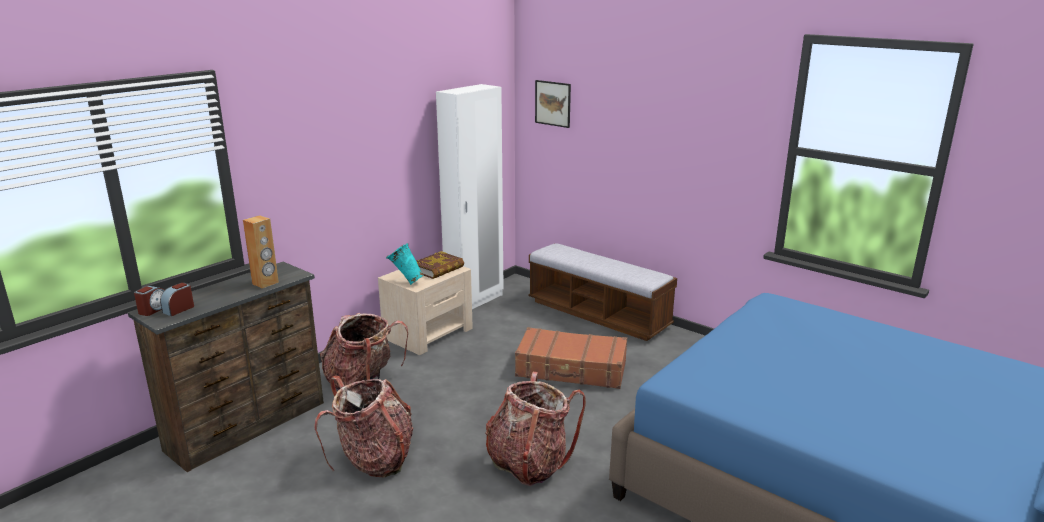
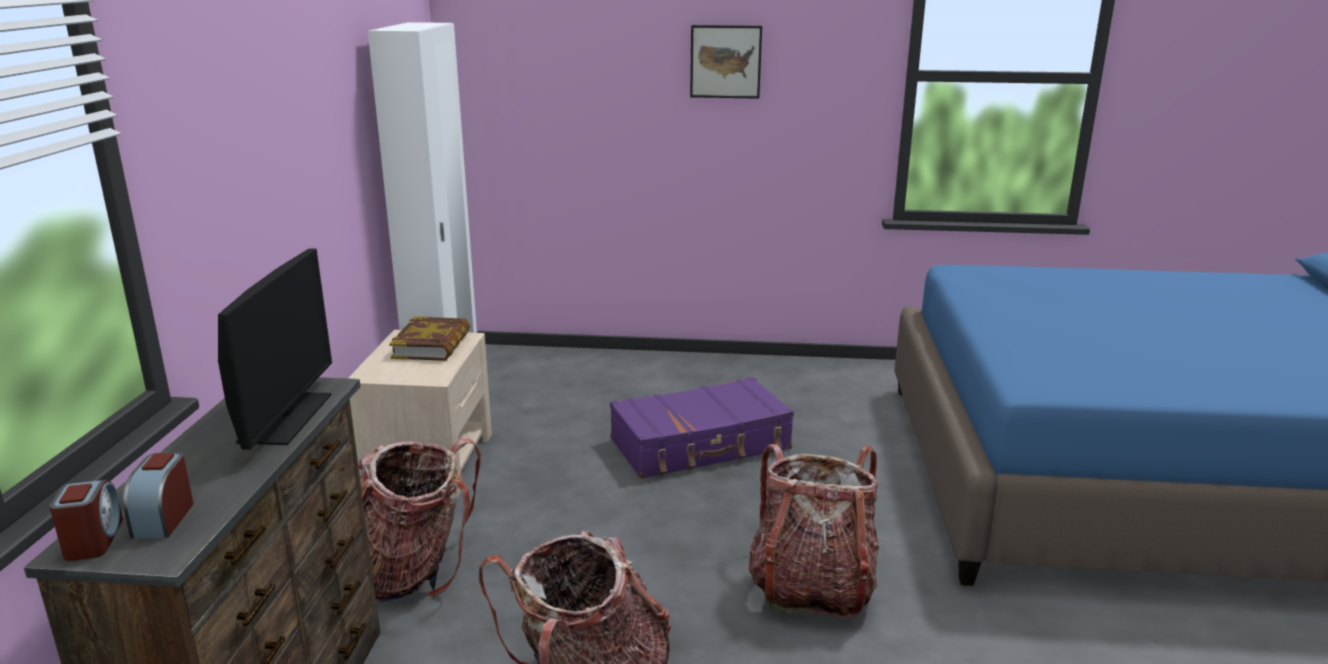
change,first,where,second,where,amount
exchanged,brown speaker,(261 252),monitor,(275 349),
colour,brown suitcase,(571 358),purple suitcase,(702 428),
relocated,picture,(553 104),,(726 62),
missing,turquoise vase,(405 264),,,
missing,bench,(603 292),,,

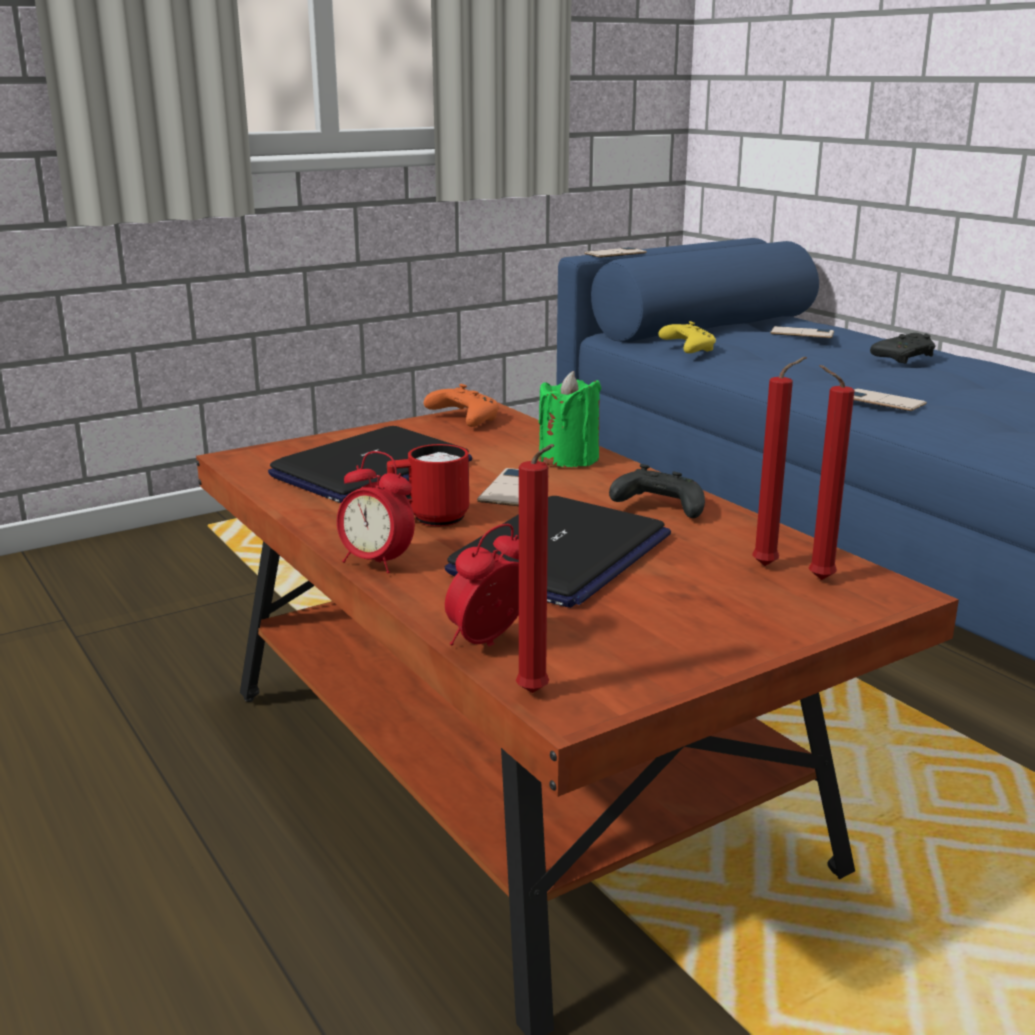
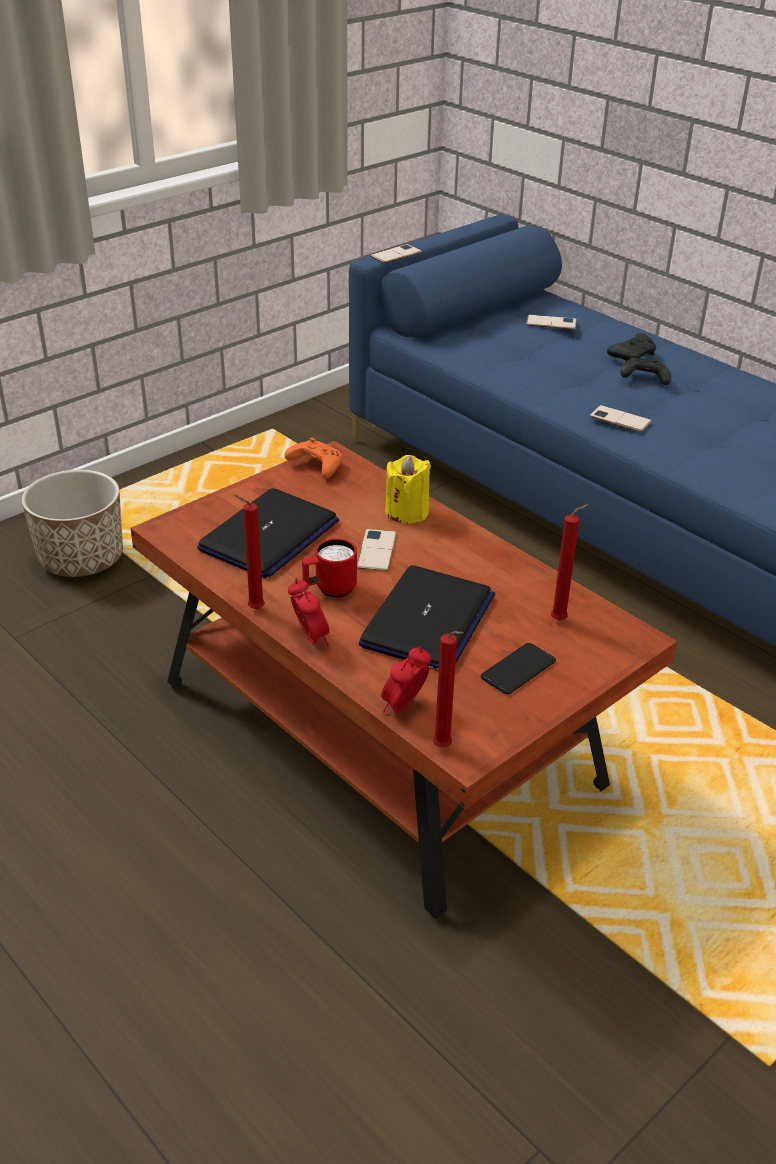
change,first,where,second,where,amount
appeared,,,planter,(72 523),
relocated,red candle,(832 472),,(249 552),
spun,alarm clock,(376 512),,(309 612),135 degrees counterclockwise
colour,green candle,(570 419),yellow candle,(408 489),
appeared,,,phone,(518 668),
relocated,black game controller,(657 491),,(646 370),
missing,yellow game controller,(687 337),,,

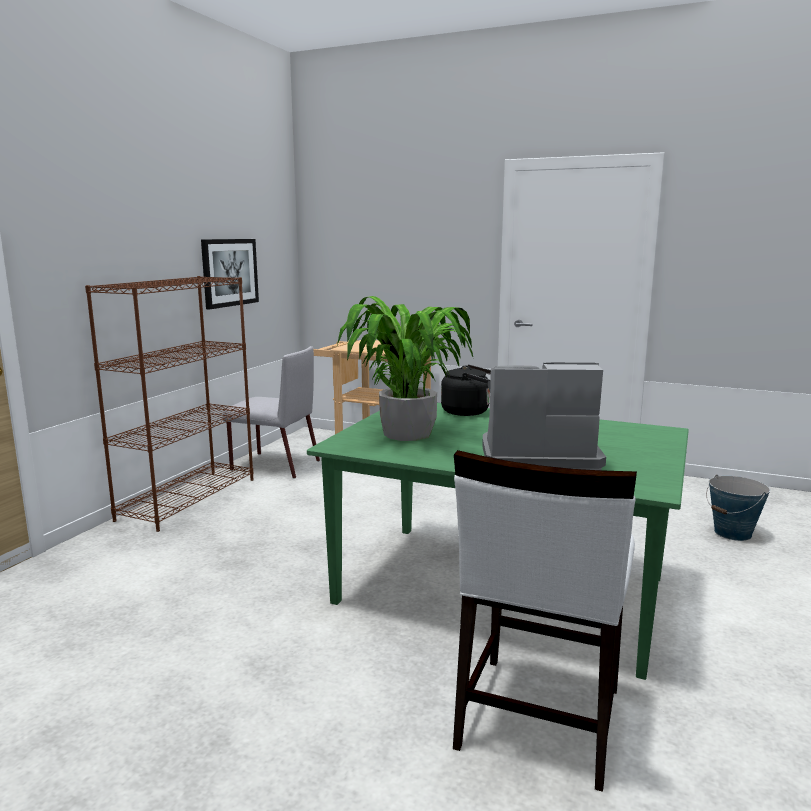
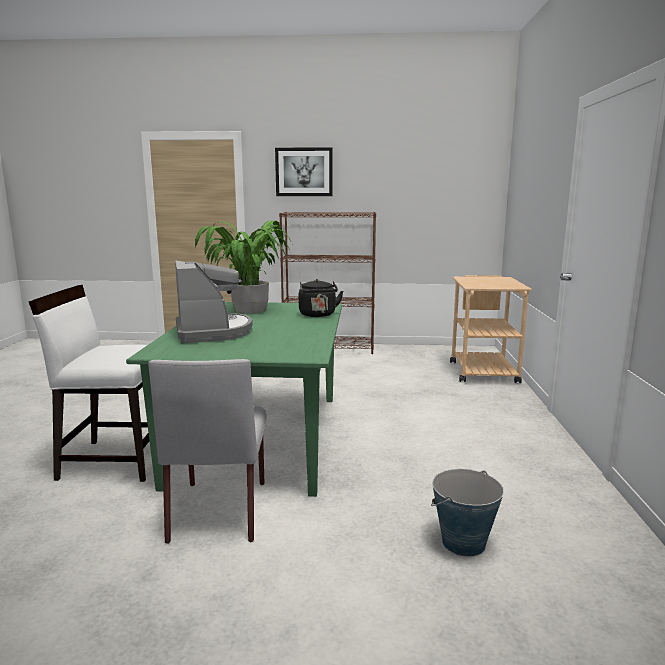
change,first,where,second,where,amount
relocated,grey chair,(271 412),,(207 451),
relocated,picture,(230 274),,(304 171),

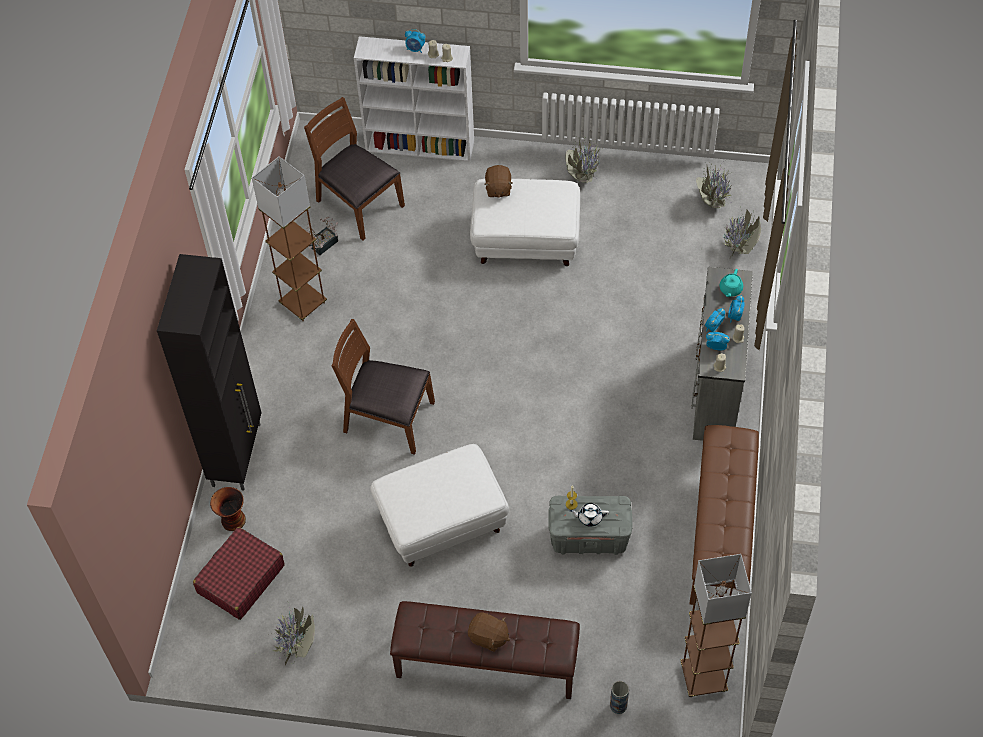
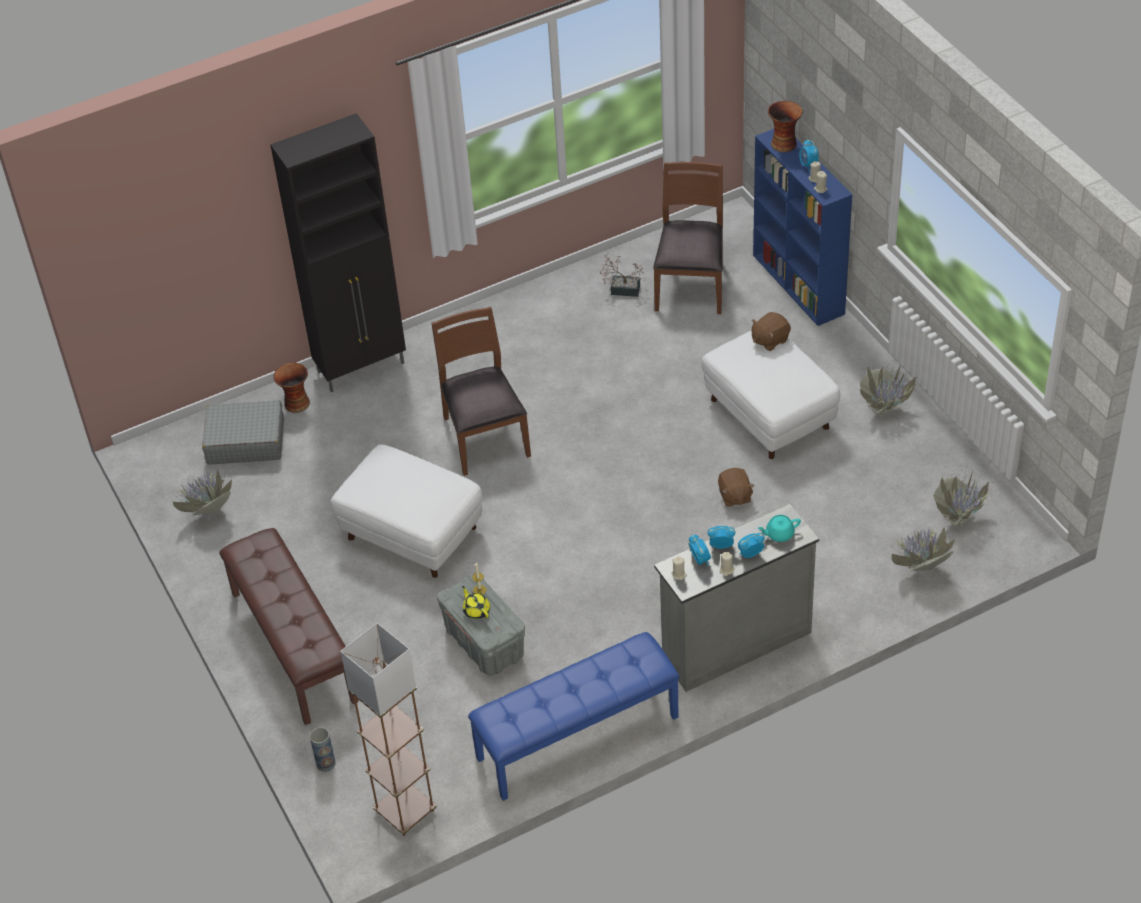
change,first,where,second,where,amount
colour,red suitcase,(238 573),grey suitcase,(243 432),
colour,white teapot,(589 515),yellow teapot,(476 602),
colour,brown bench,(724 515),blue bench,(574 716),
relocated,brown plush toy,(489 632),,(736 487),
colour,white bookcase,(414 99),blue bookcase,(802 227),
appeared,,,vase,(785 126),
missing,brown floor lamp,(289 238),,,

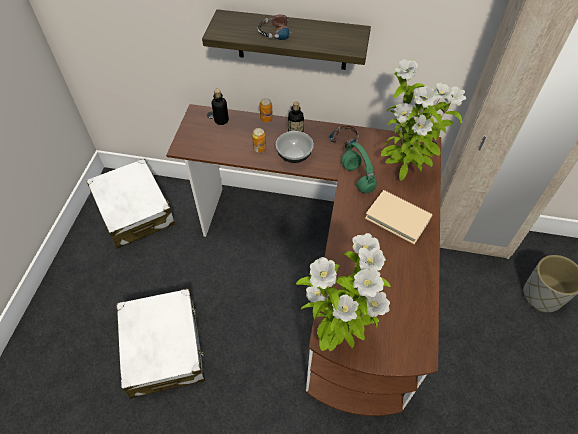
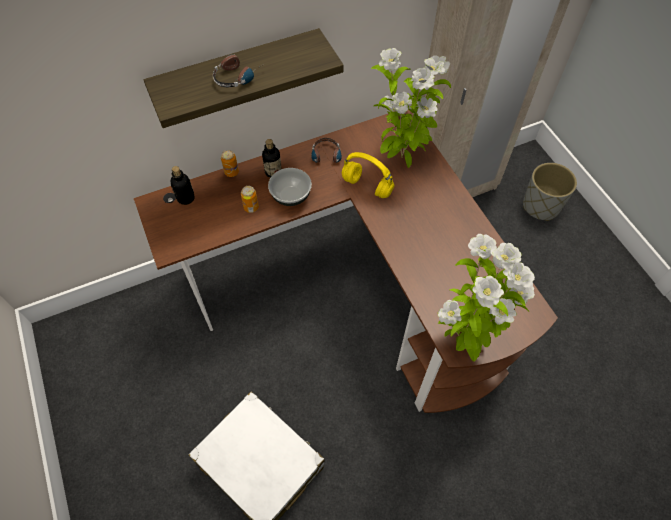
change,first,where,second,where,amount
colour,green headphones,(359 167),yellow headphones,(368 175),
missing,white suitcase,(130 204),,,
missing,beige book,(399 217),,,

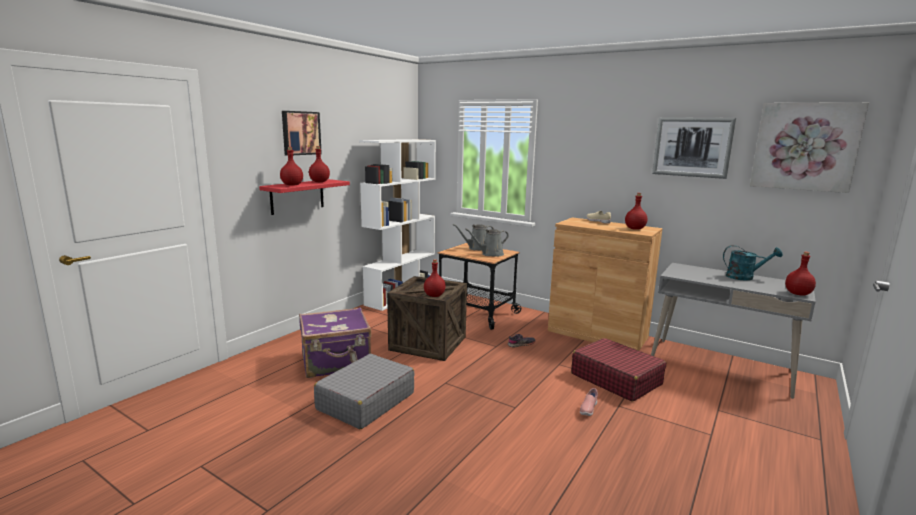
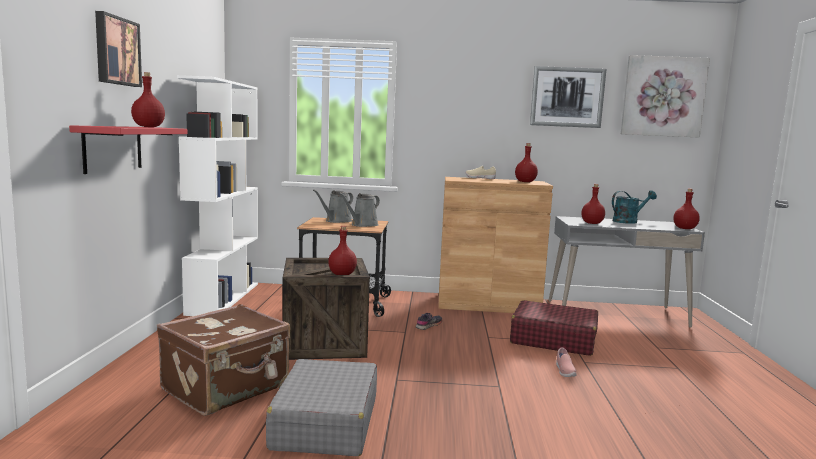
change,first,where,second,where,amount
colour,purple suitcase,(335 342),brown suitcase,(223 360),
relocated,red bottle,(291 166),,(593 204),

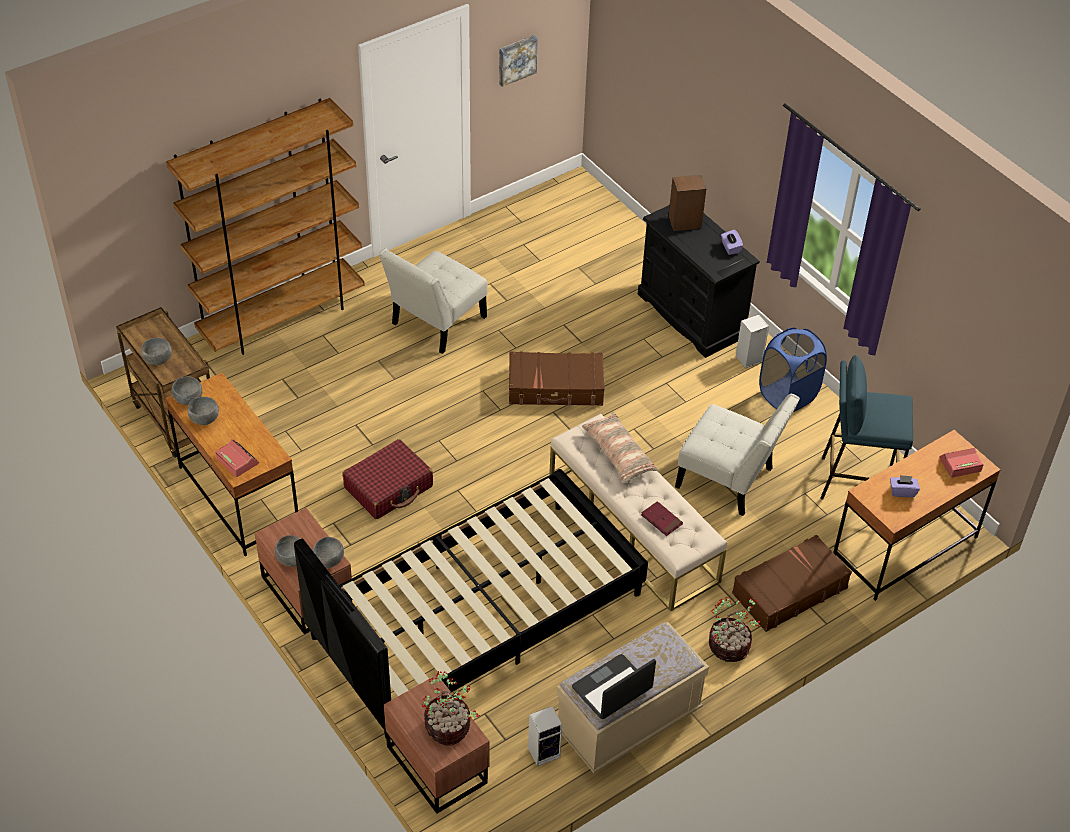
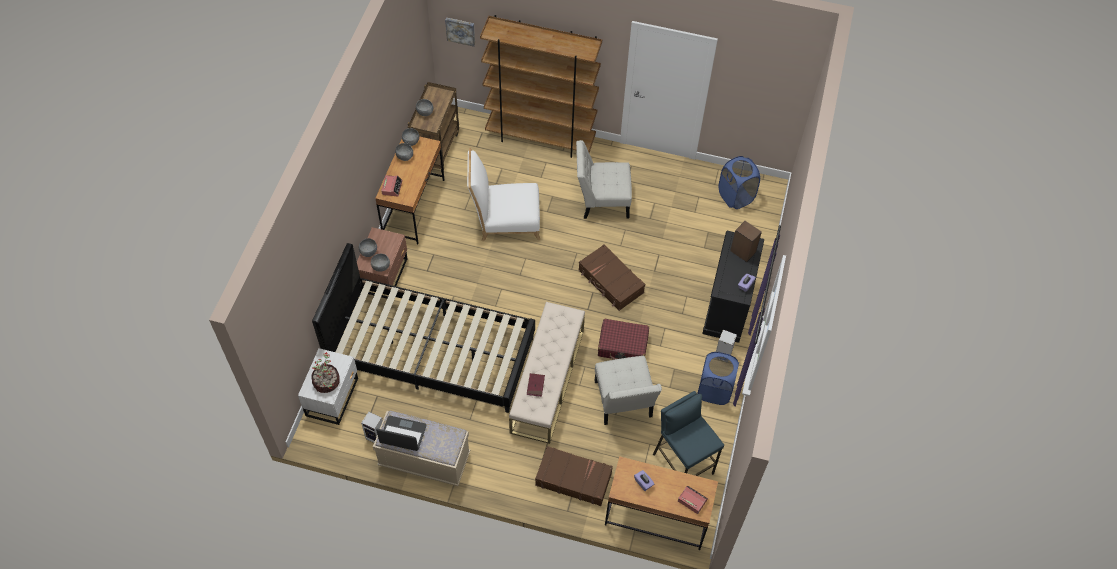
change,first,where,second,where,amount
colour,brown nightstand,(437 744),white nightstand,(328 386),
relocated,picture,(518 61),,(460 32),
appeared,,,white chair,(503 194),
relocated,red suitcase,(387 479),,(623 339),
appeared,,,blue laundry basket,(739 182),
missing,pillow,(620 447),,,
missing,potted plant,(734 629),,,

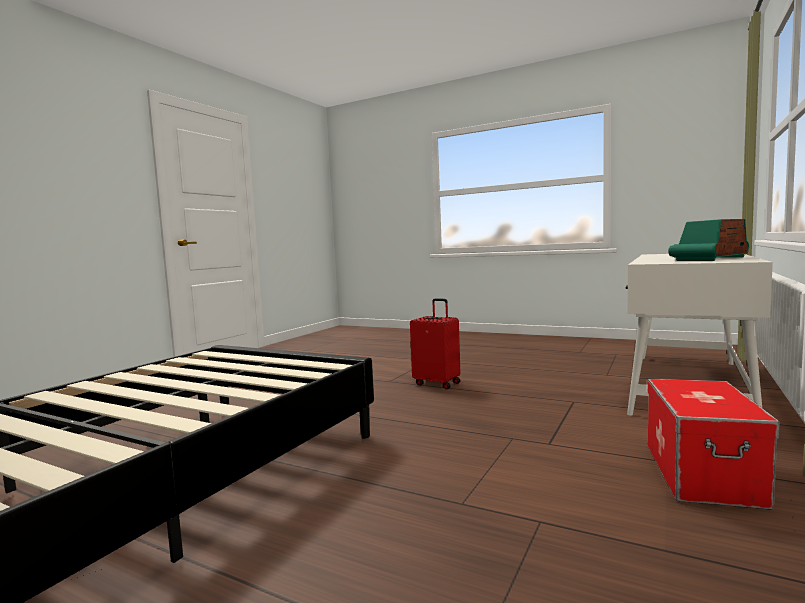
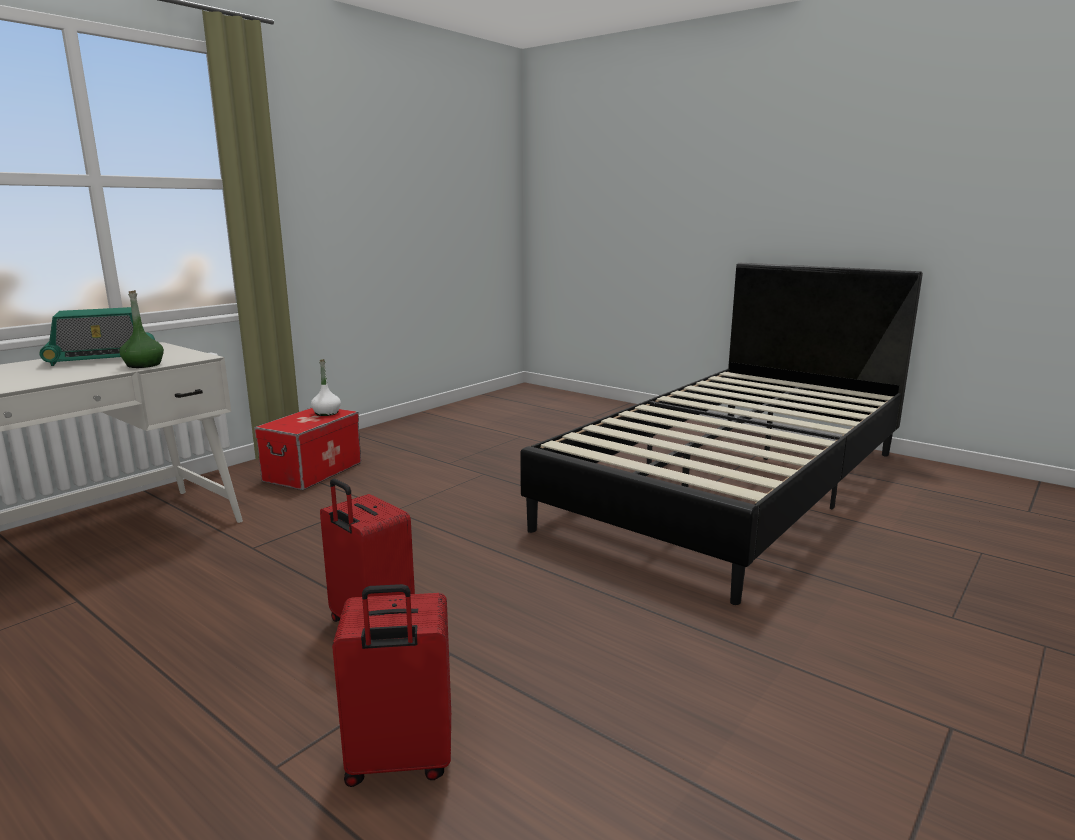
change,first,where,second,where,amount
appeared,,,green bottle,(141 329),
appeared,,,white bottle,(326 387),
appeared,,,red suitcase,(391 685),

